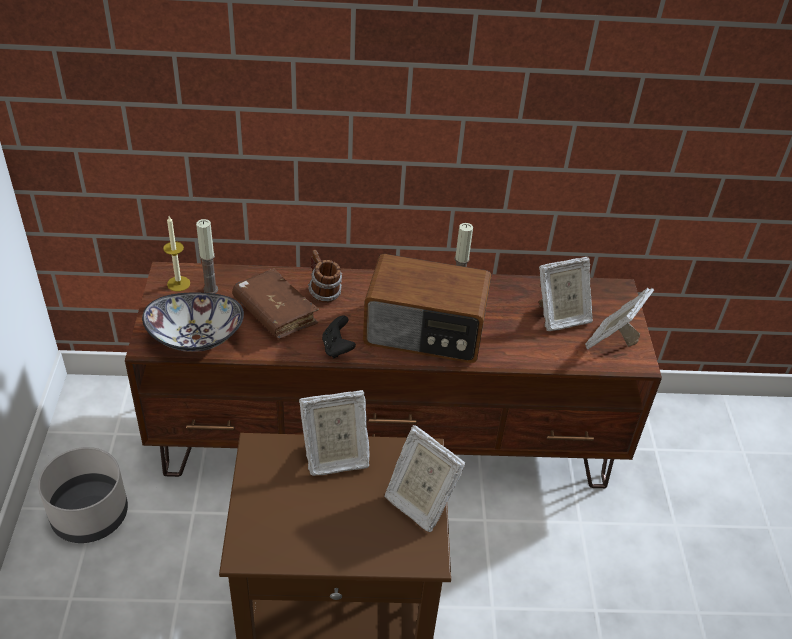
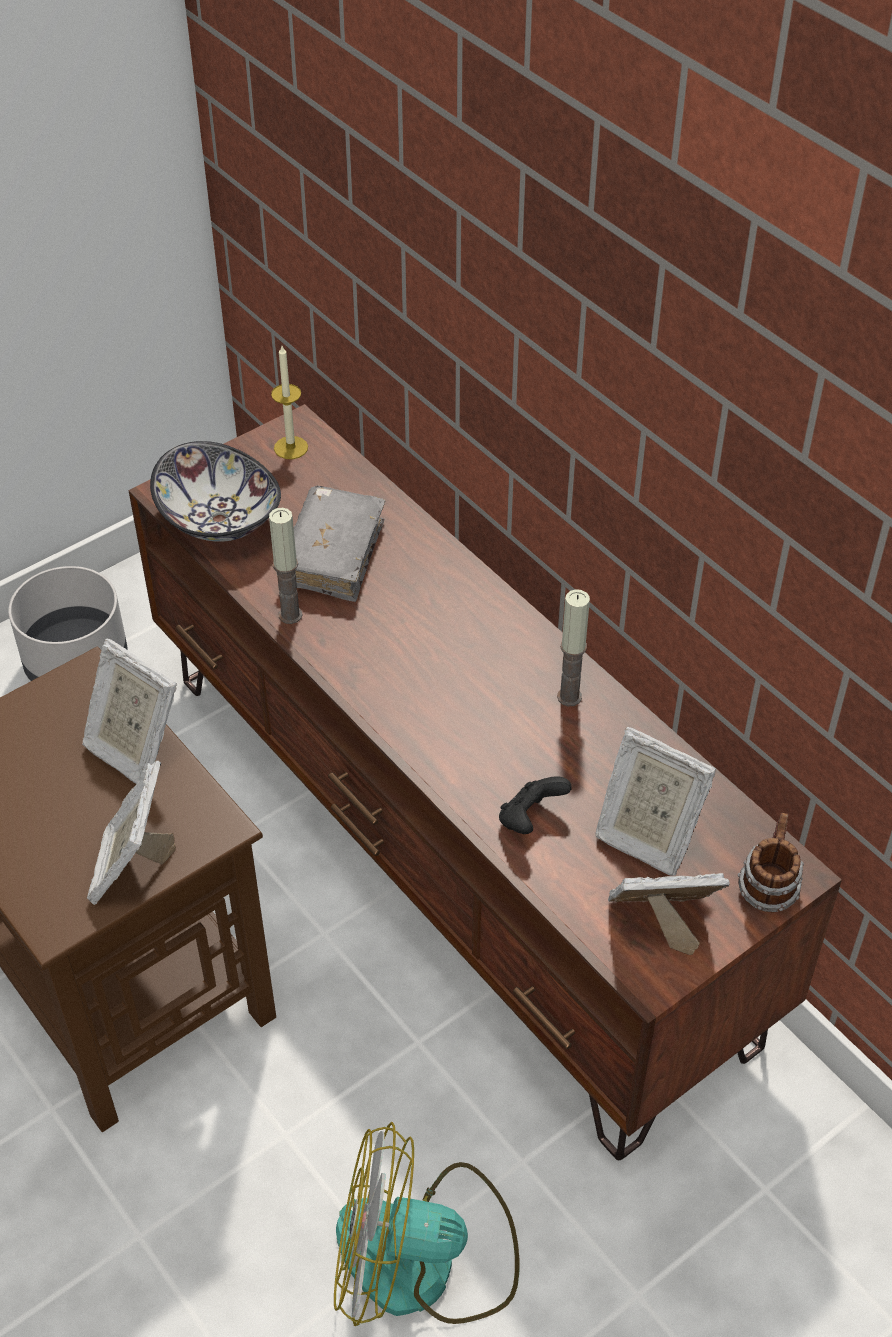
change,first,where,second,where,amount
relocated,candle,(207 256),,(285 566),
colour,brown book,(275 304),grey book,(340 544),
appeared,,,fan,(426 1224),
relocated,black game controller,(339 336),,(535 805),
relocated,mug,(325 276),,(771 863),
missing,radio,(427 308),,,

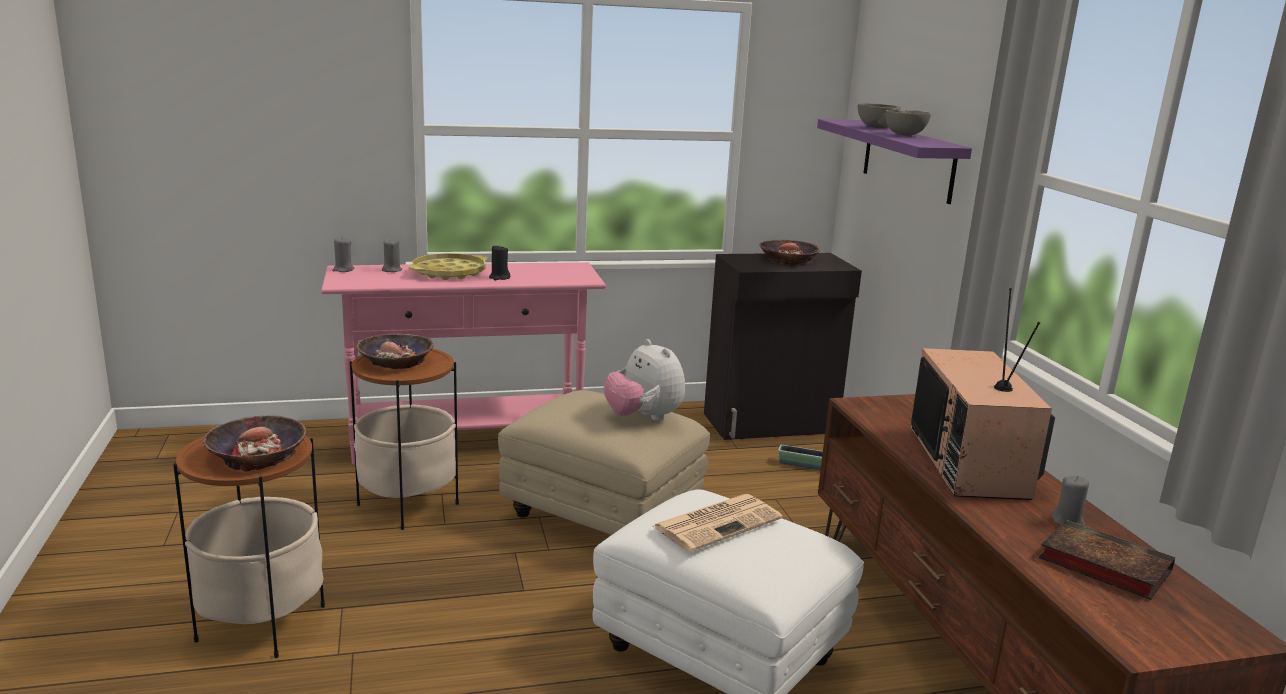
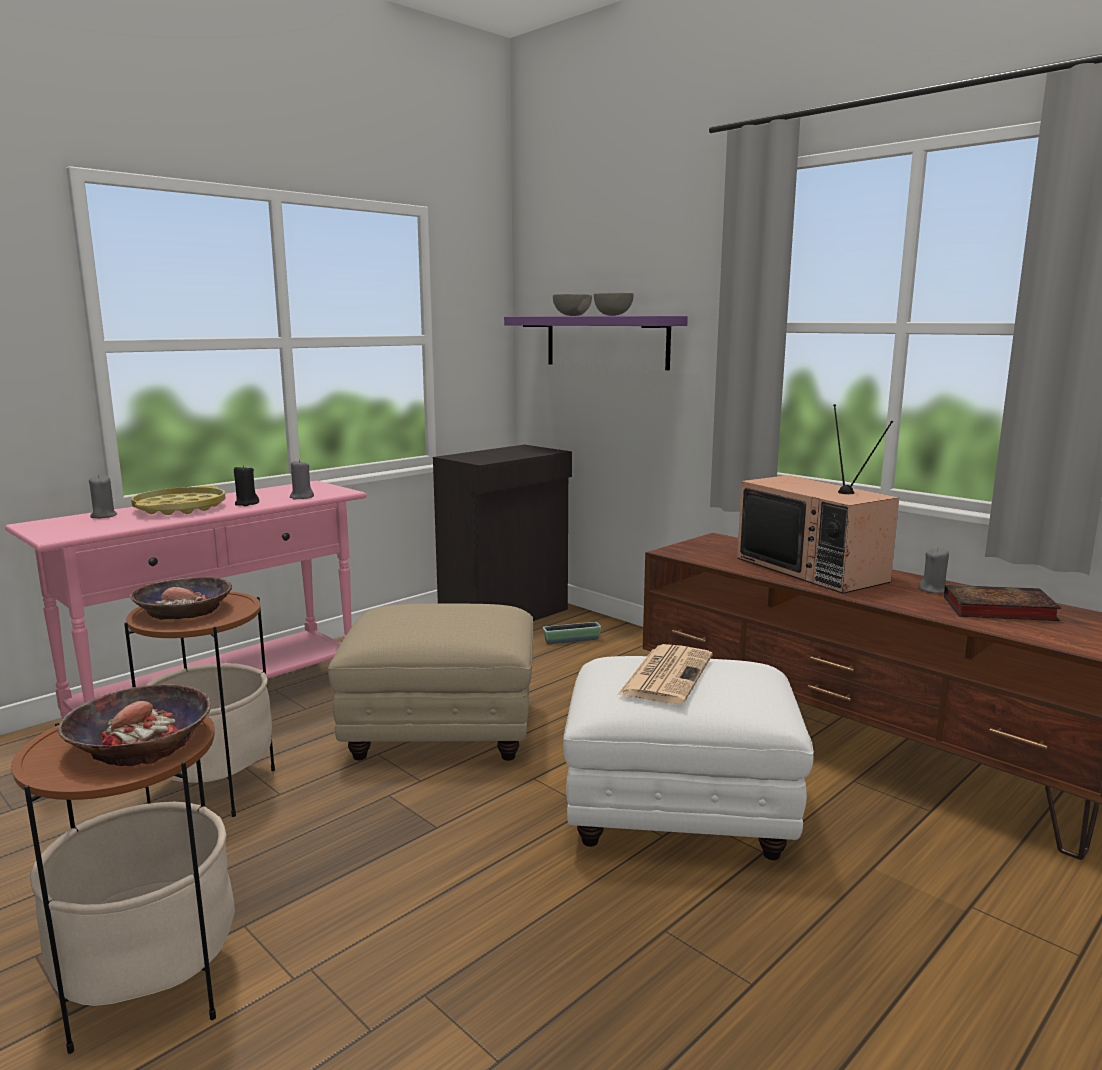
change,first,where,second,where,amount
relocated,grey candle,(343 254),,(302 479),
missing,plush toy,(644 380),,,
missing,bowl,(789 252),,,

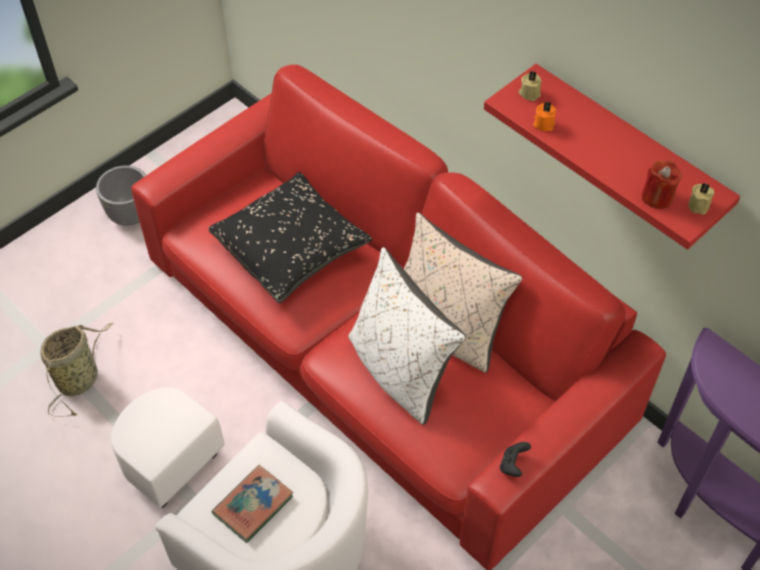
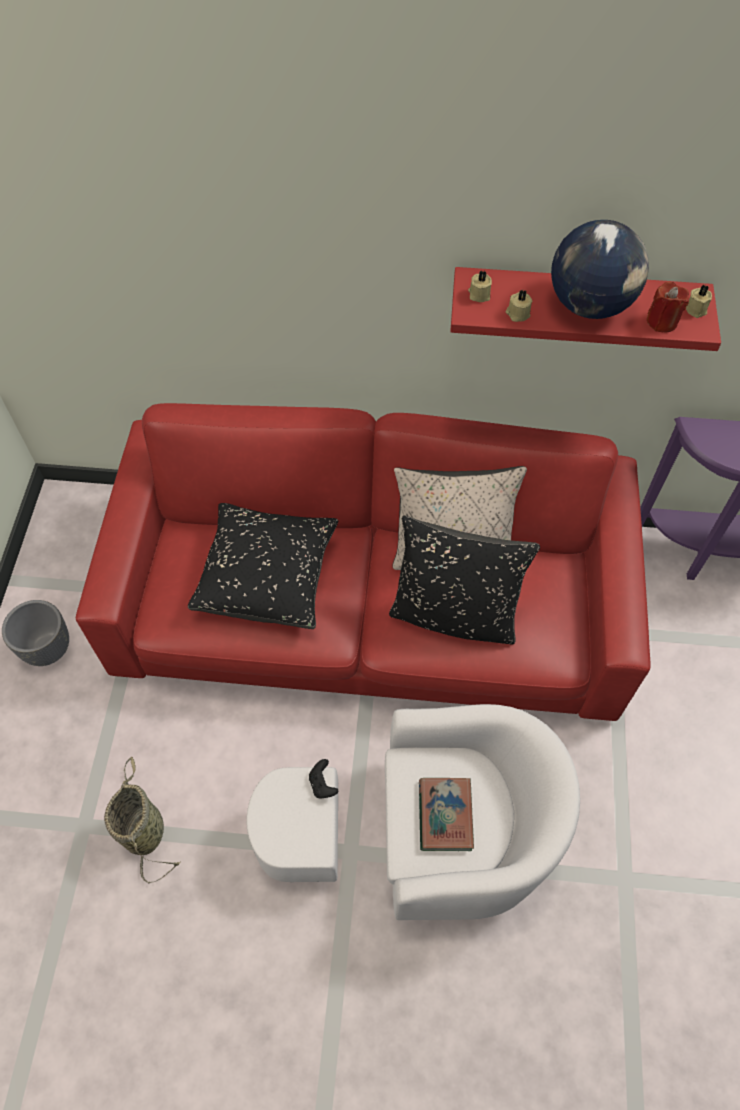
change,first,where,second,where,amount
relocated,black game controller,(515 459),,(323 779),
colour,white pillow,(407 336),black pillow,(464 580),
colour,orange candle,(545 116),beige candle,(519 306),
appeared,,,globe,(600 269),

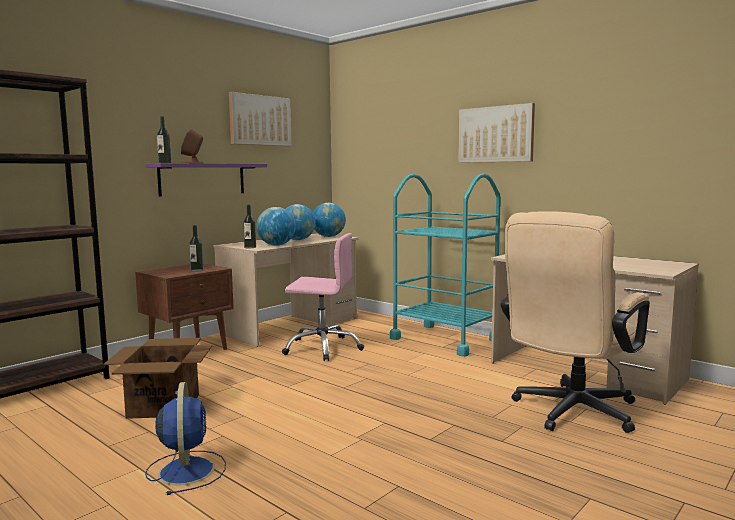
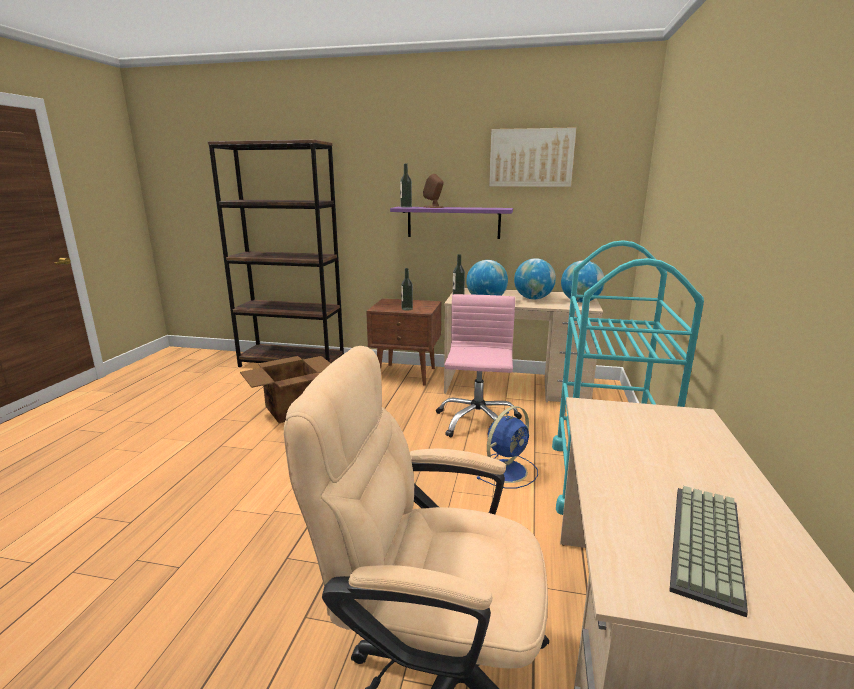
change,first,where,second,where,amount
spun,pink office chair,(323 297),,(479 366),150 degrees counterclockwise
relocated,blue fan,(185 438),,(507 447),
appeared,,,keyboard,(708 551),
missing,picture,(496 133),,,

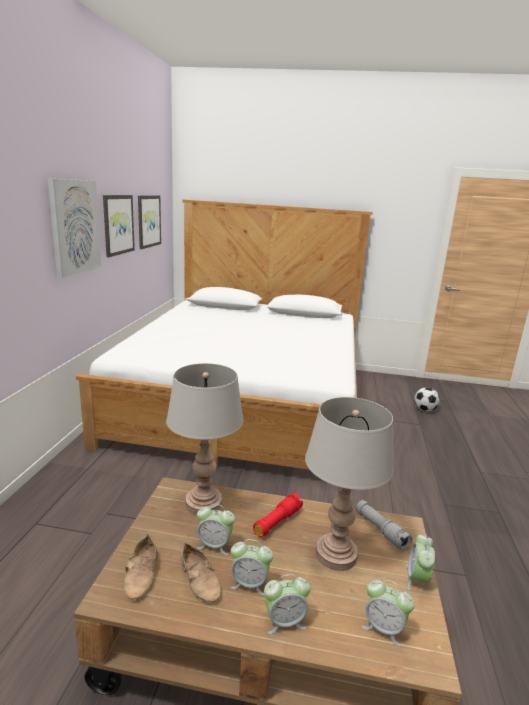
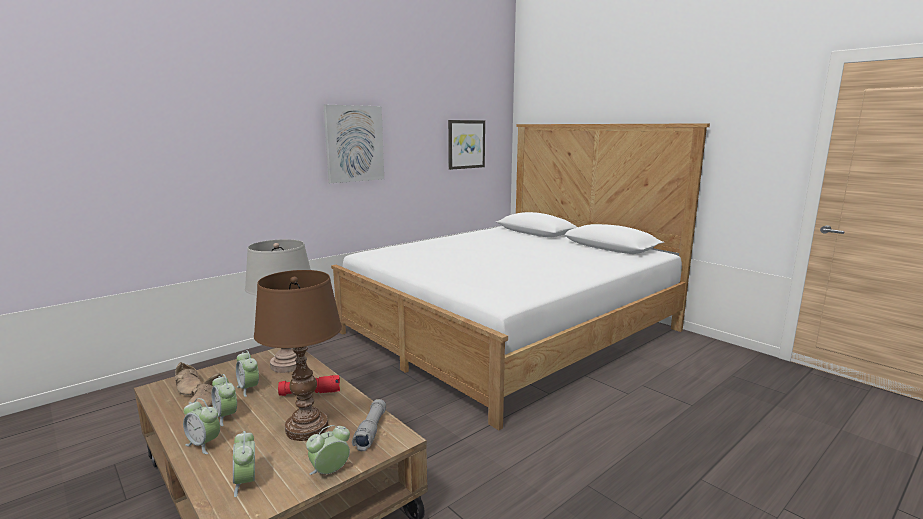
change,first,where,second,where,amount
spun,beige shoe,(141 567),,(188 379),75 degrees counterclockwise
colour,grey table lamp,(349 484),brown table lamp,(298 355),
missing,picture,(119 226),,,
missing,football,(427 399),,,

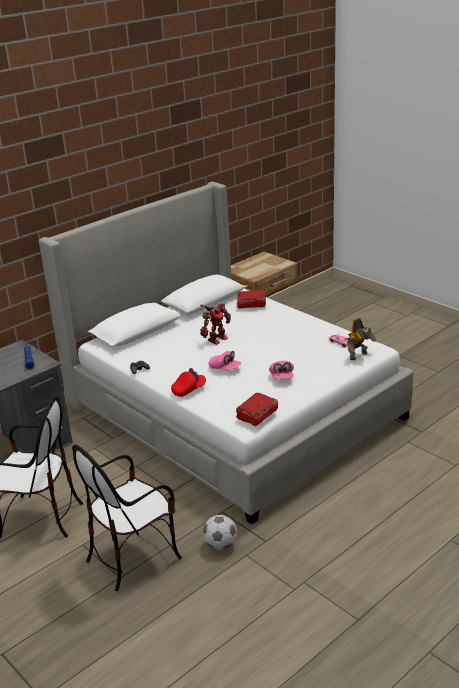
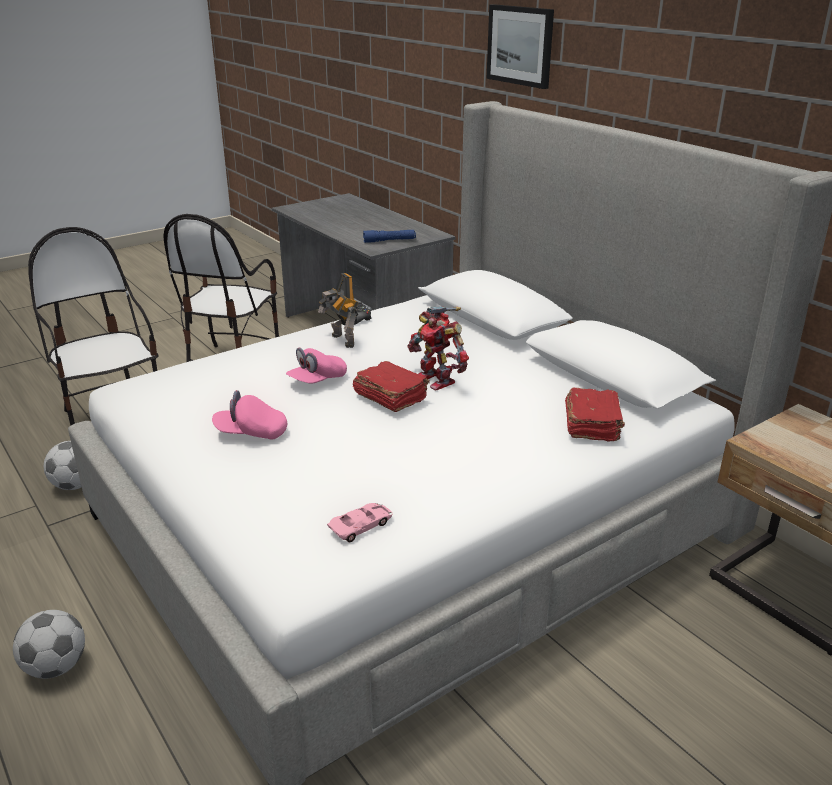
change,first,where,second,where,amount
appeared,,,football,(49 644),
relocated,toy robot,(361 339),,(338 310),
relocated,red book,(257 409),,(391 386),
appeared,,,picture,(520 46),
missing,red cap,(188 382),,,

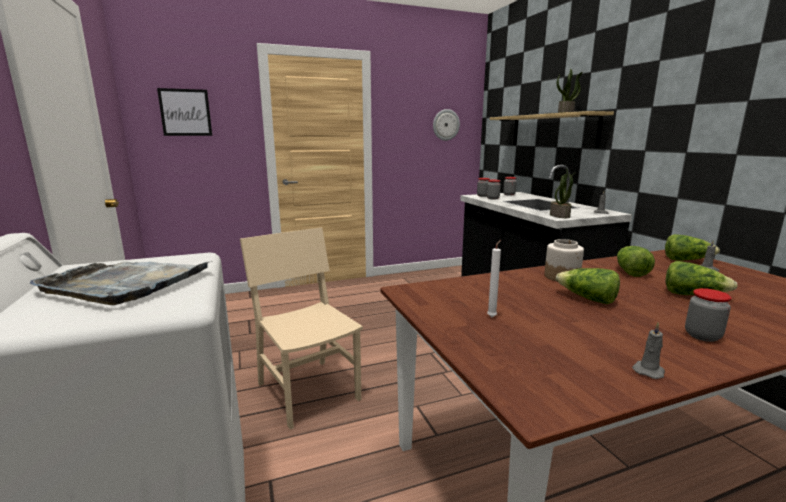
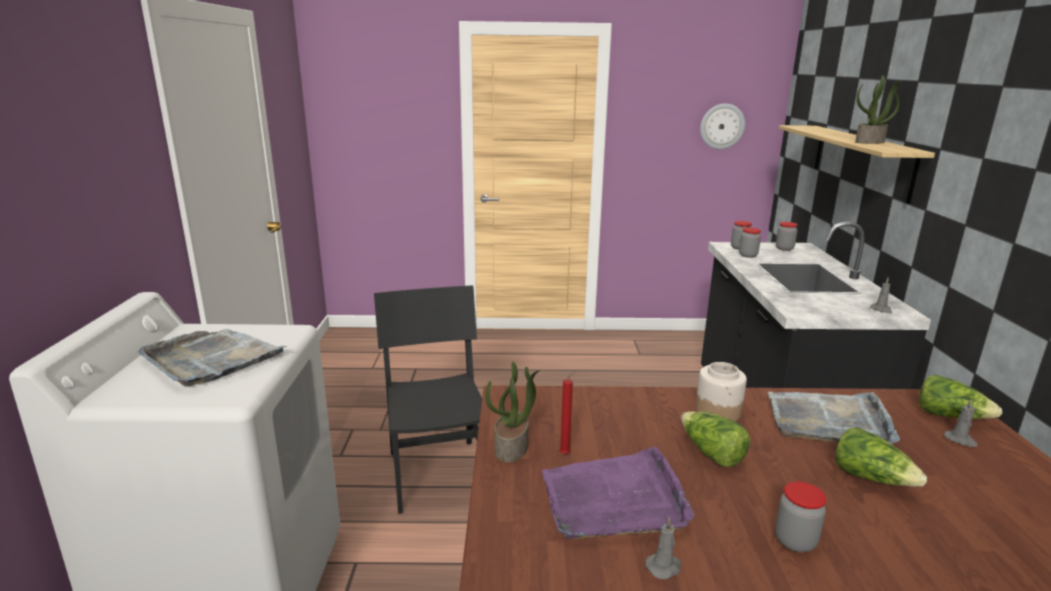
change,first,where,second,where,amount
colour,beige chair,(301 328),black chair,(428 399),
relocated,potted plant,(563 193),,(512 412),
appeared,,,purple tray,(618 492),
colour,white candle,(494 278),red candle,(567 413),
exchanged,lettuce,(636 261),grey tray,(834 418),
missing,picture,(184 112),,,

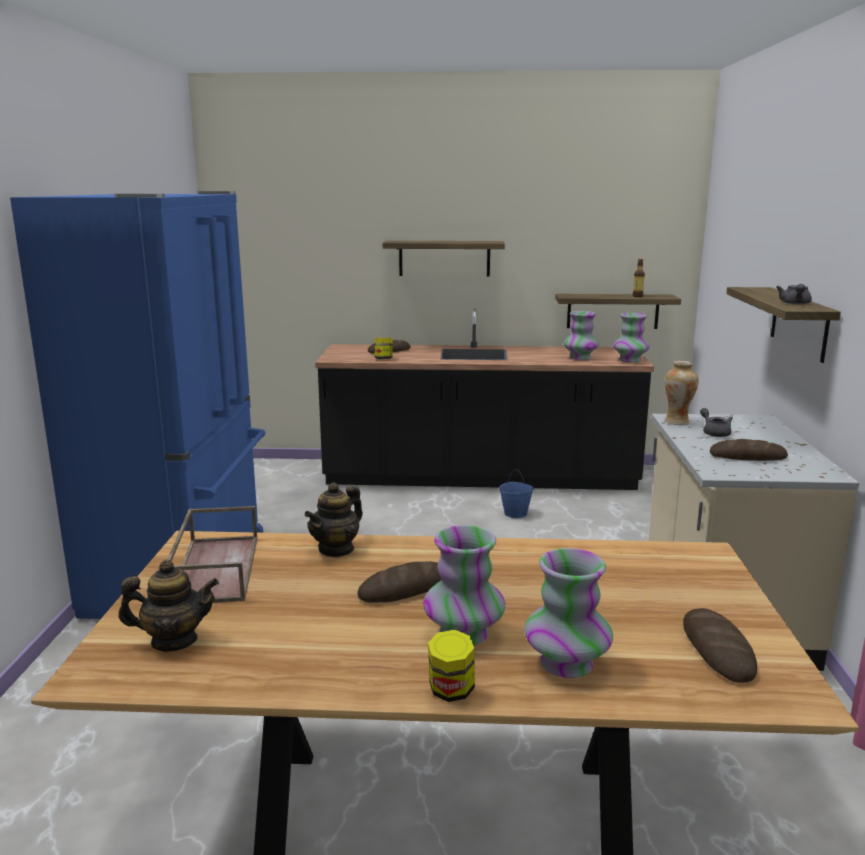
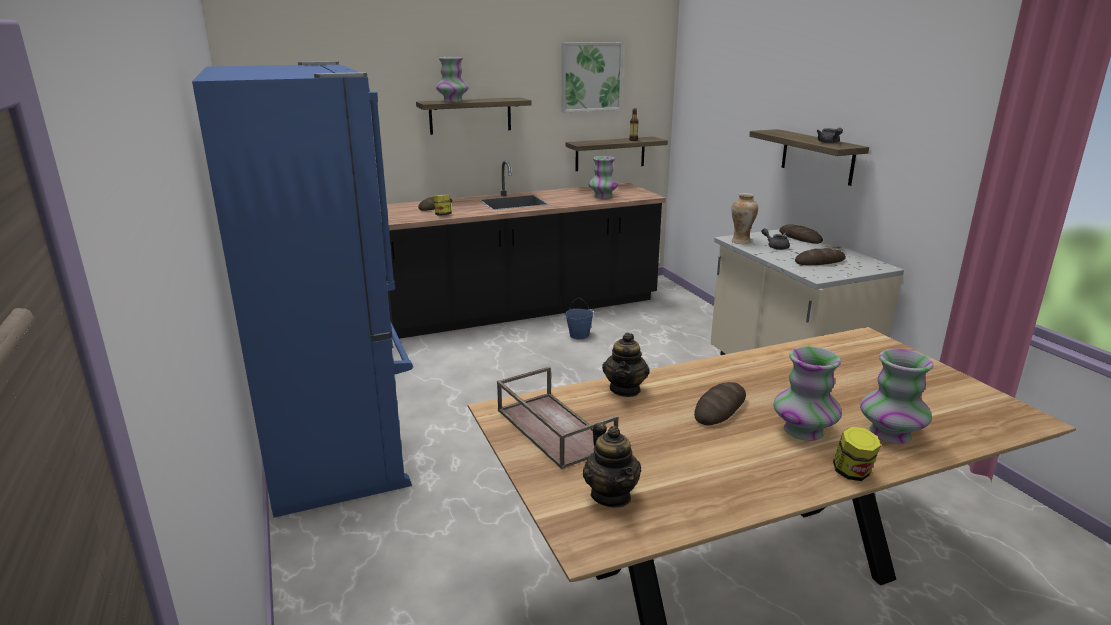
change,first,where,second,where,amount
relocated,vase,(631 337),,(452 79),
appeared,,,picture,(593 77),
spun,teapot,(168 606),,(612 465),105 degrees clockwise
relocated,bread,(720 645),,(801 234),

